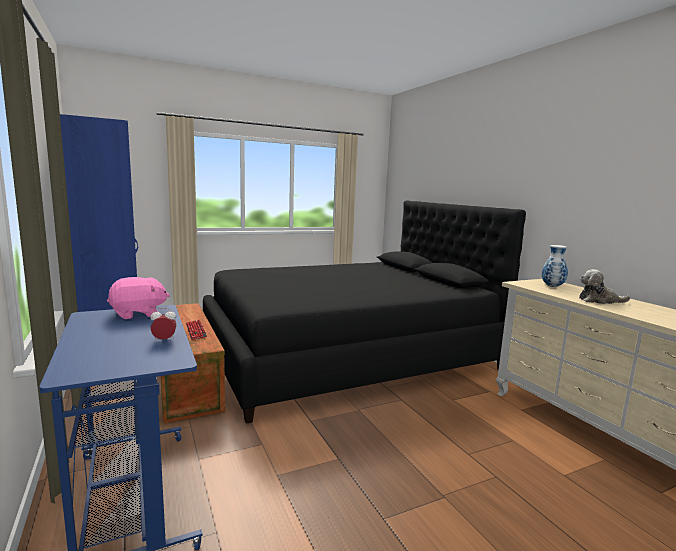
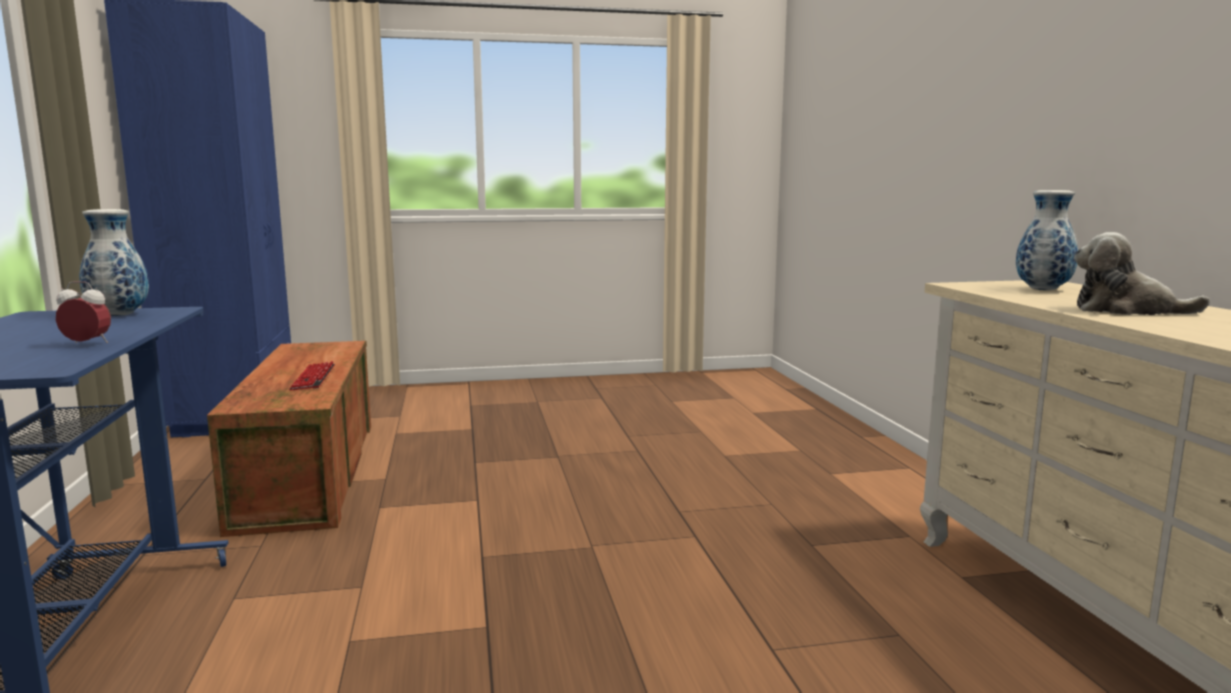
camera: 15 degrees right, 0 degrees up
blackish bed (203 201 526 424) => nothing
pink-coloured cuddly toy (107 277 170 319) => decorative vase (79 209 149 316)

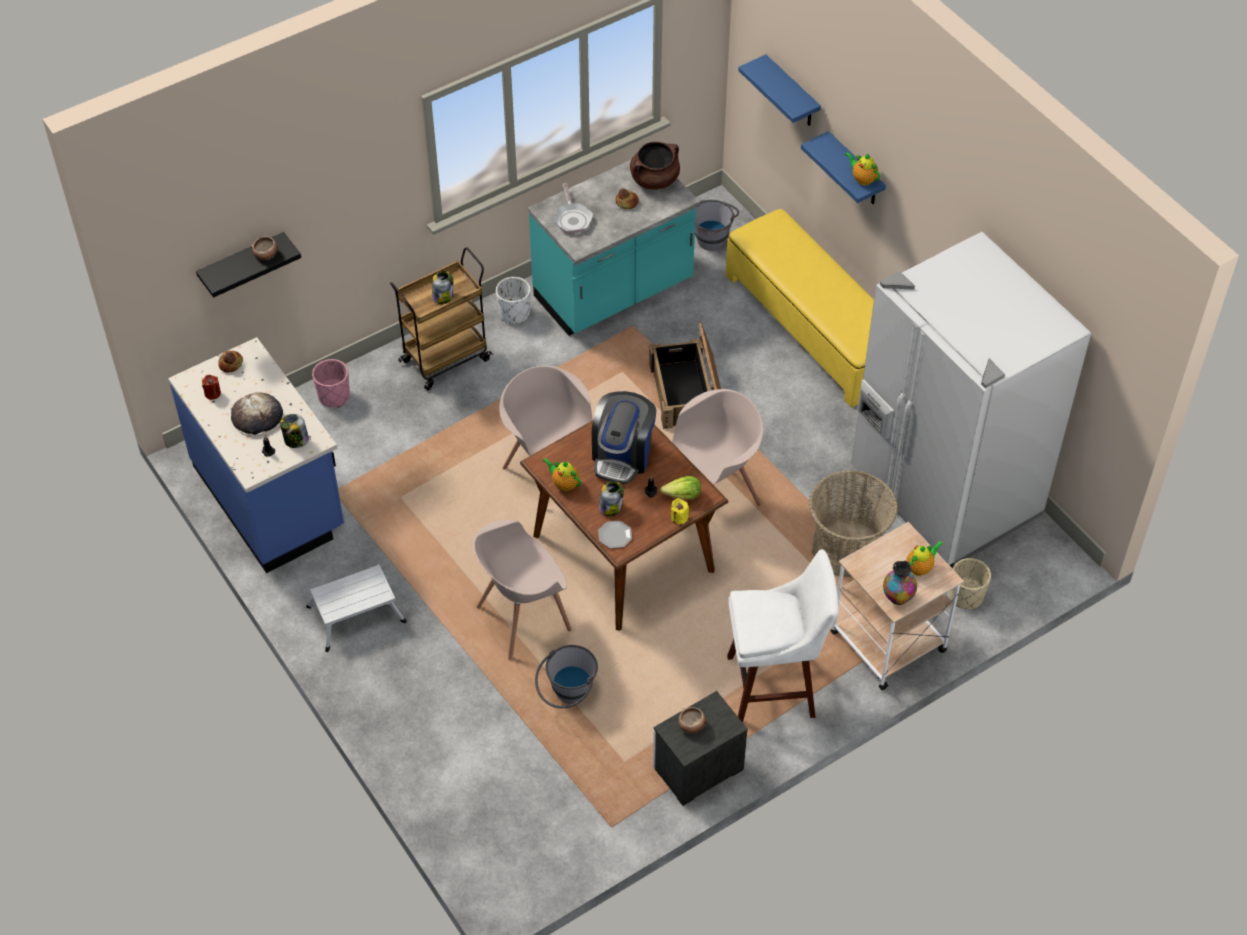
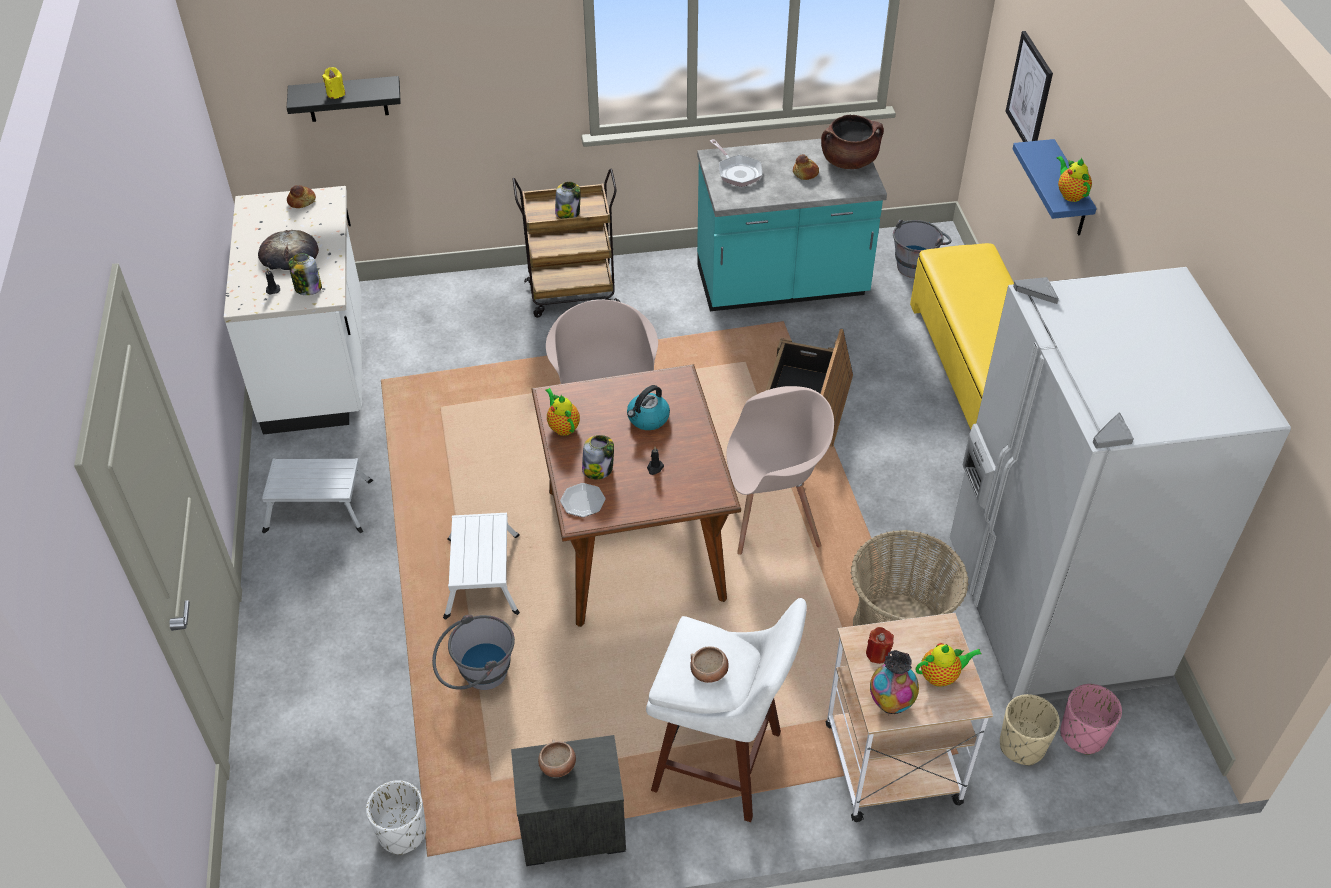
camera: 25 degrees right, 5 degrees down
lettuce (660 476 701 499) => nothing
reddish wax light (202 375 221 400) => reddish wax light (866 627 894 664), shifted
bowl (251 236 278 260) => bowl (690 647 729 683), shifted
pink-coloured planter (312 359 350 408) => pink-coloured planter (1060 684 1122 755), shifted
white-coloured planter (496 277 531 324) => white-coloured planter (366 780 426 855), shifted
yellowish wax light (671 498 689 525) => yellowish wax light (322 67 345 99), shifted
beige-coloured upright chair (473 520 572 660) => white-coloured step stool (443 513 520 620)
coffee machine (592 391 656 484) => kettle (627 385 670 430)
blue-coloured bracket shelf (738 55 821 126) => wall picture (1005 31 1053 142)
blue-coloured kitchen base unit (168 337 344 573) => white-coloured kitchen base unit (224 186 362 434)
frying pan (553 183 594 234) => frying pan (710 139 763 187), 45 degrees counterclockwise

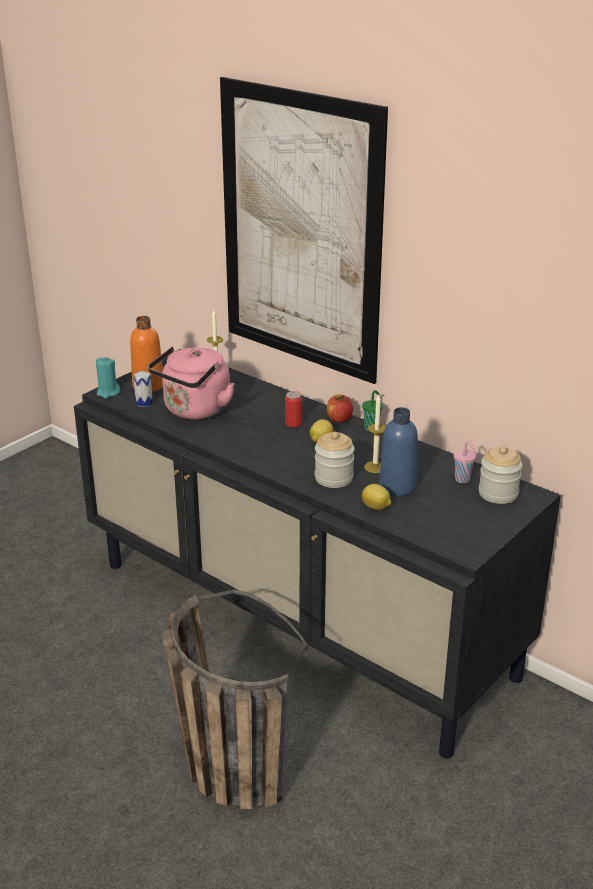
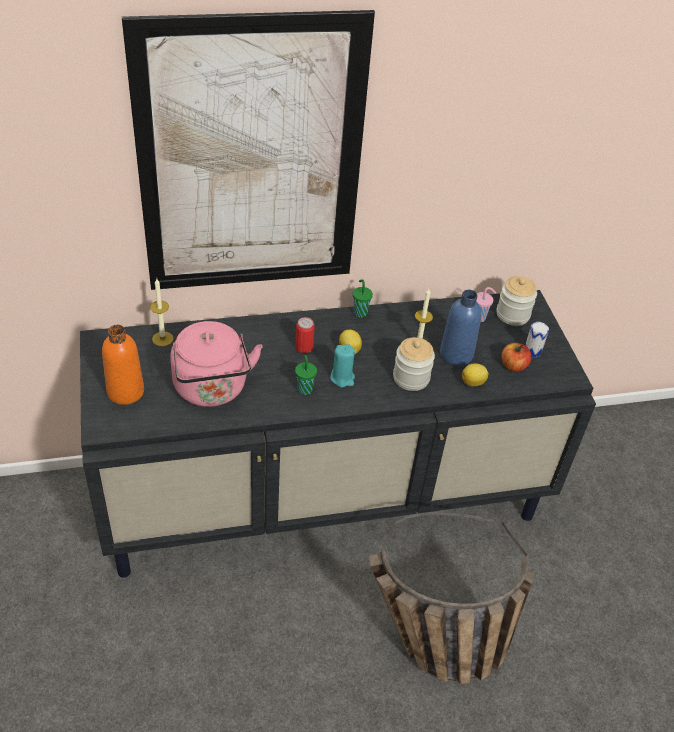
camera: 55 degrees left, 15 degrees up
nothing => green-coloured small cup (295 355 317 395)
blue-green wax light (96 357 121 398) => blue-green wax light (330 344 355 387), shifted
sealed can (133 371 153 407) => sealed can (525 322 549 357), shifted
whole apple (327 394 353 423) => whole apple (502 343 531 372), shifted

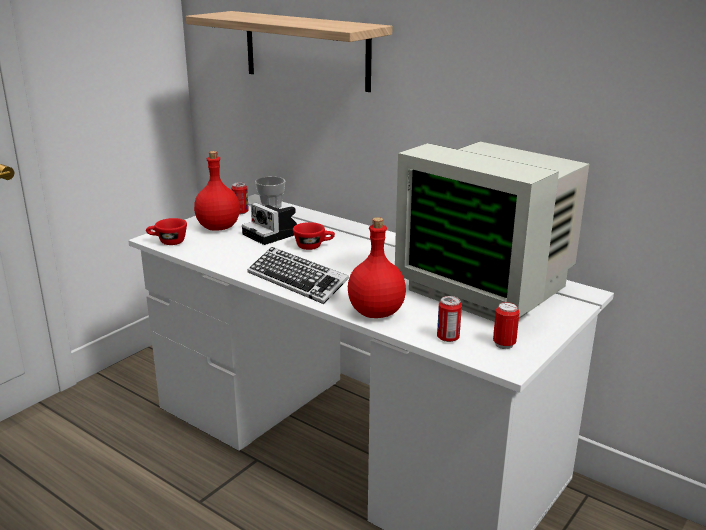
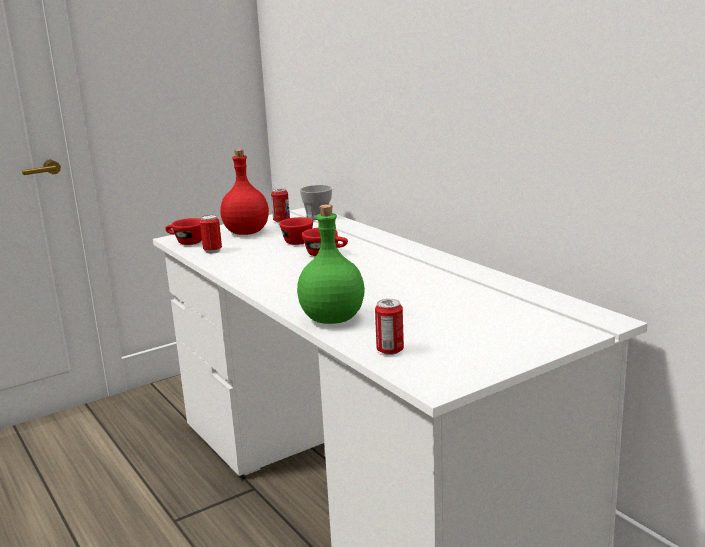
camera: 20 degrees right, 5 degrees down
bracket shelf (186 11 393 92) => nothing
PC keyboard (247 247 349 304) => nothing
computer screen (395 142 589 322) => nothing
sealed can (493 302 519 349) => sealed can (200 215 222 254), shifted
still camera (242 203 297 245) => reddish small cup (279 217 313 245)
reddish beverage bottle (348 217 406 318) => green-coloured beverage bottle (297 204 365 324)

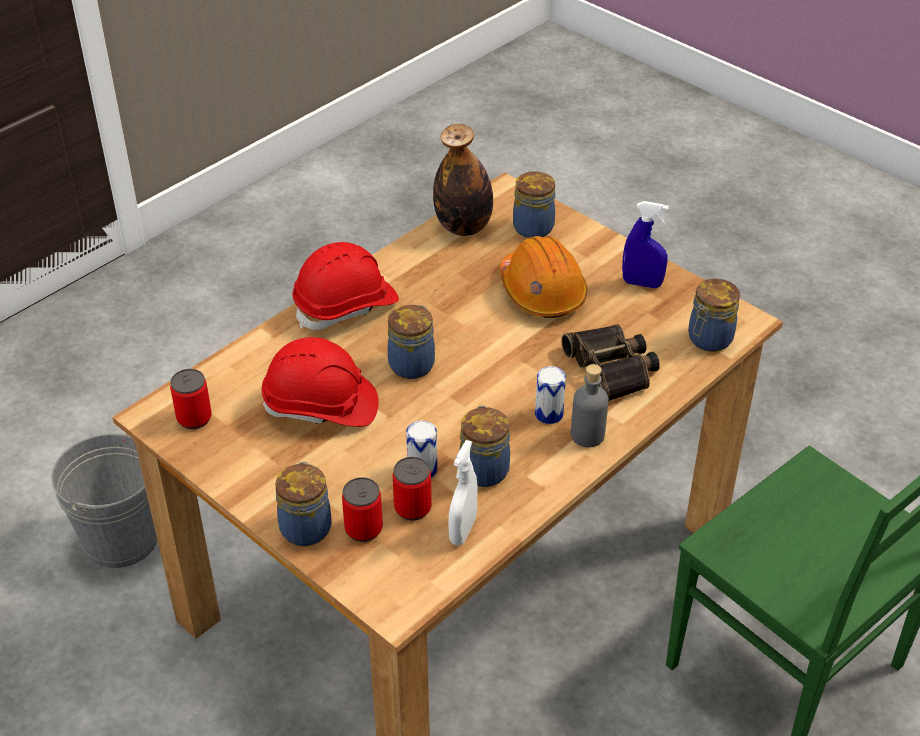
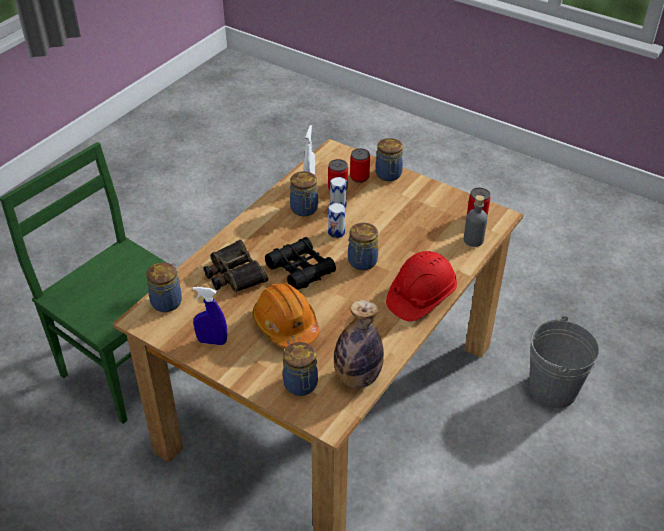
camera: 170 degrees right, 0 degrees up
reddish hard hat (262 337 379 427) => nothing
nothing => blackish pair of binoculars (265 237 336 290)
sealed can (535 366 566 424) => sealed can (328 203 345 238), shifted
greyish beverage bottle (571 364 609 447) => greyish beverage bottle (464 195 487 247), shifted

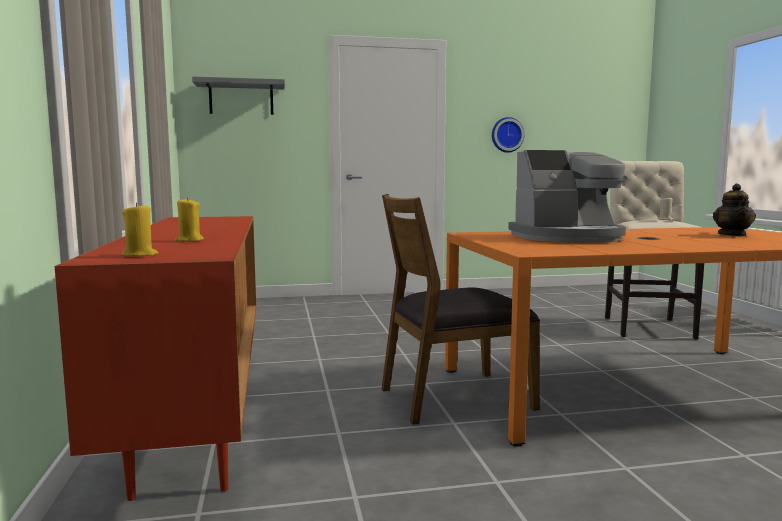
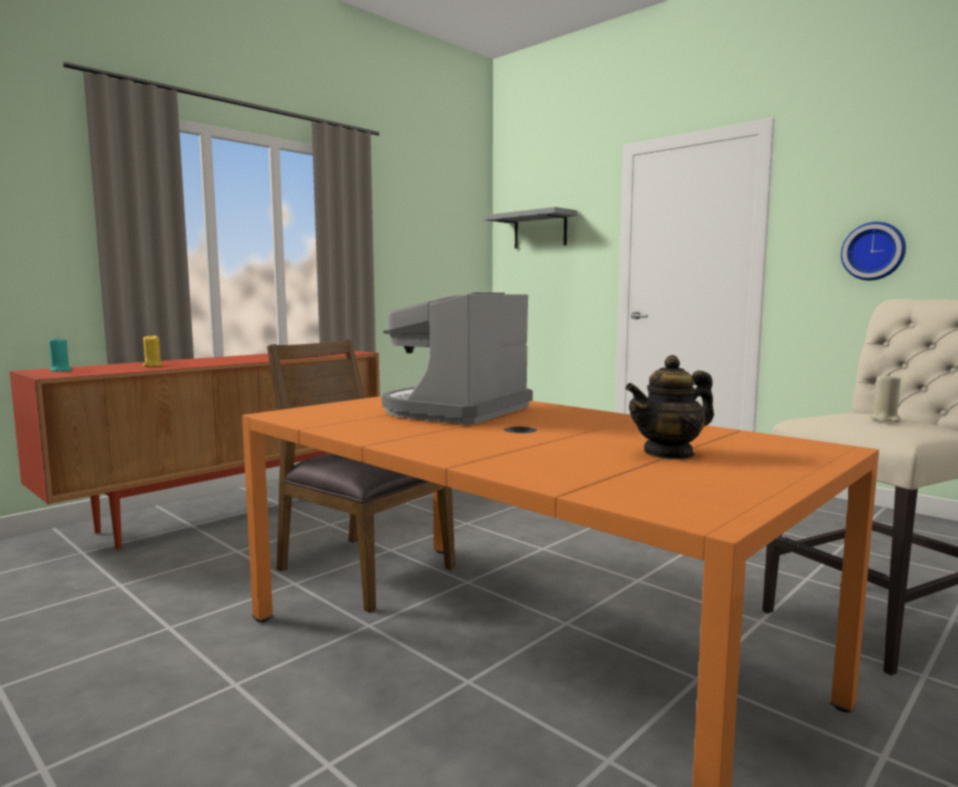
camera: 55 degrees right, 0 degrees up
yellowish wax light (122 203 158 257) => blue-green wax light (49 339 72 372)
coffee machine (508 150 627 243) => coffee machine (382 293 533 425), 75 degrees clockwise

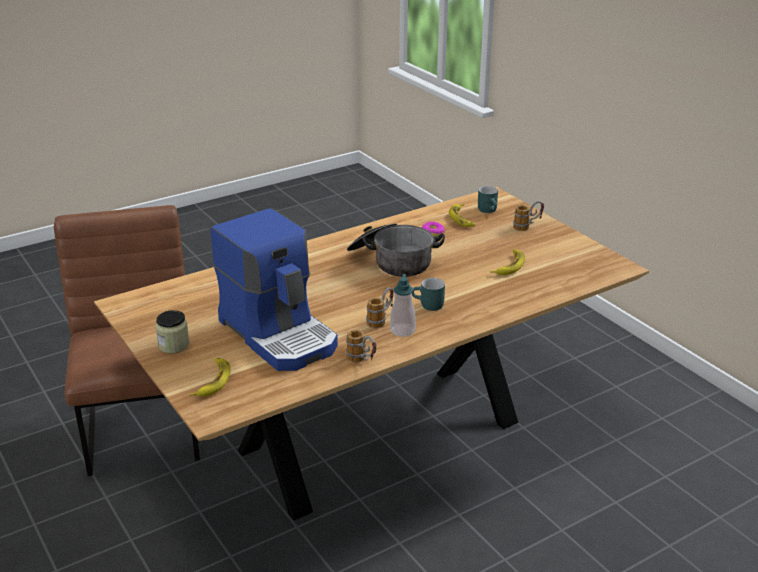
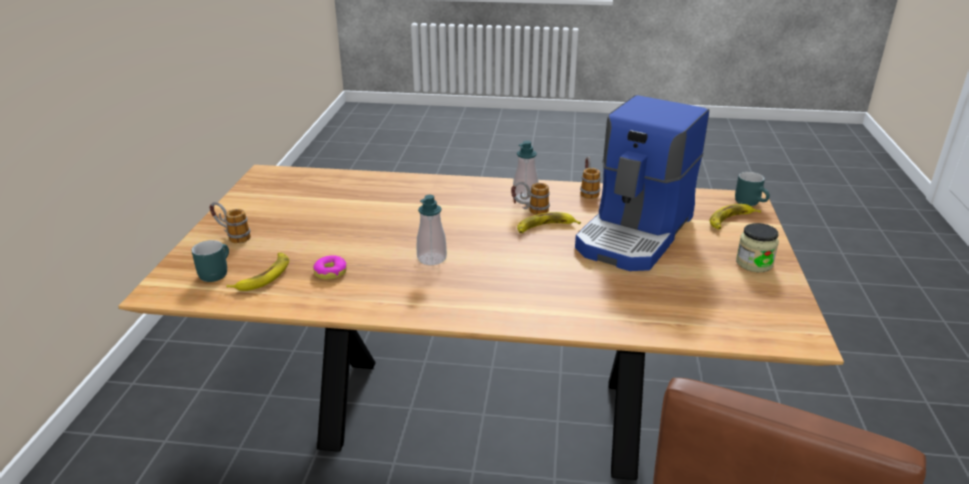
camera: 140 degrees left, 0 degrees up
blue-green mug (412 278 445 311) => blue-green mug (735 172 770 206), shifted
whole banana (490 249 525 275) => whole banana (517 212 581 233), shifted
cooking pot (347 223 445 277) => soap dispenser (417 195 447 265)
coffee machine (210 208 338 371) => coffee machine (575 95 709 271), 150 degrees counterclockwise

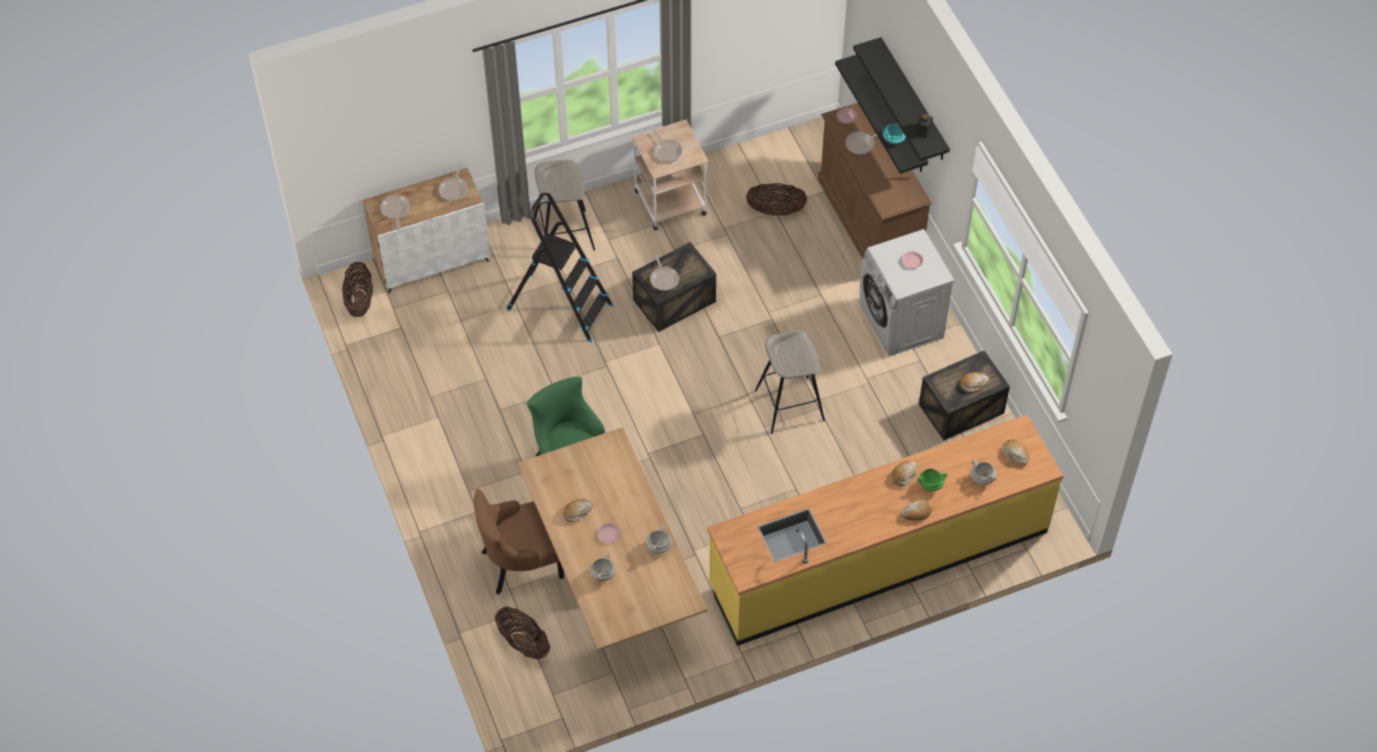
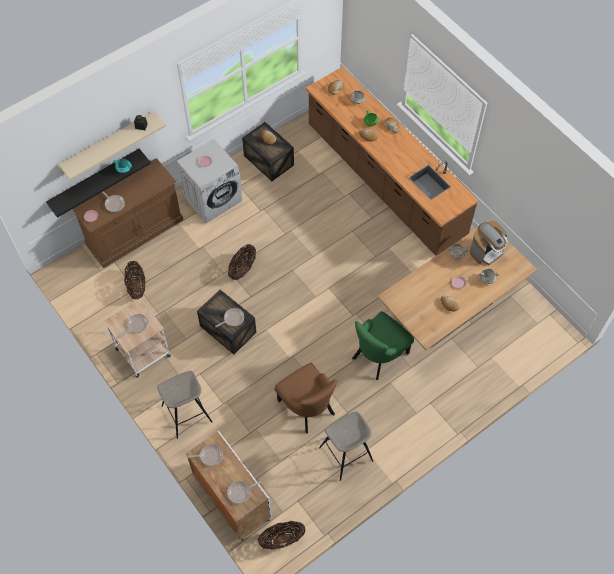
camera: 105 degrees left, 5 degrees up
blackish step stool (506 193 614 342) => nothing
nothing => coffee machine (470 221 508 265)
brown upright chair (474 489 564 594) => brown upright chair (274 363 338 433), shifted
basket (495 606 550 660) => basket (228 244 256 280), shifted
greyish sitting stool (755 331 825 434) => greyish sitting stool (319 412 373 481), shifted
yellowish kitchen base unit (707 414 1063 646) => brown kitchen base unit (306 67 479 256)
blackish bracket shelf (853 37 950 161) => beige-coloured bracket shelf (59 111 166 181)

